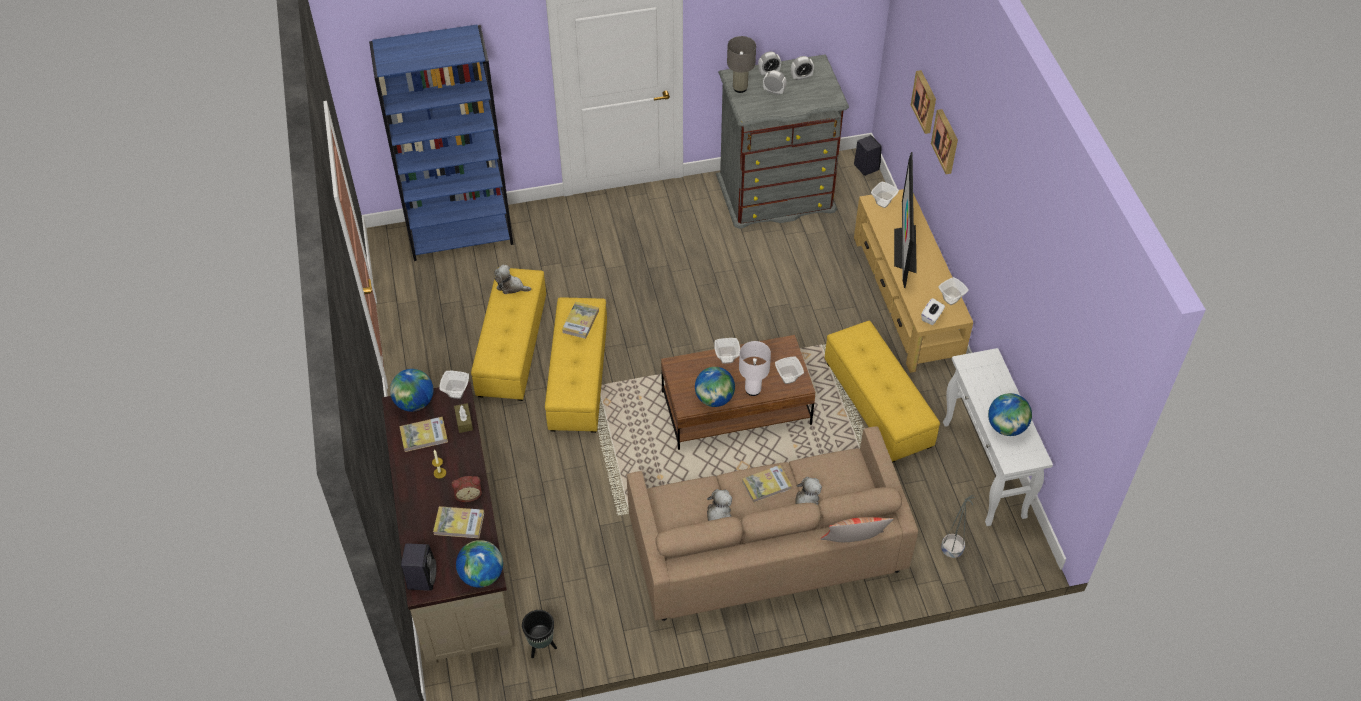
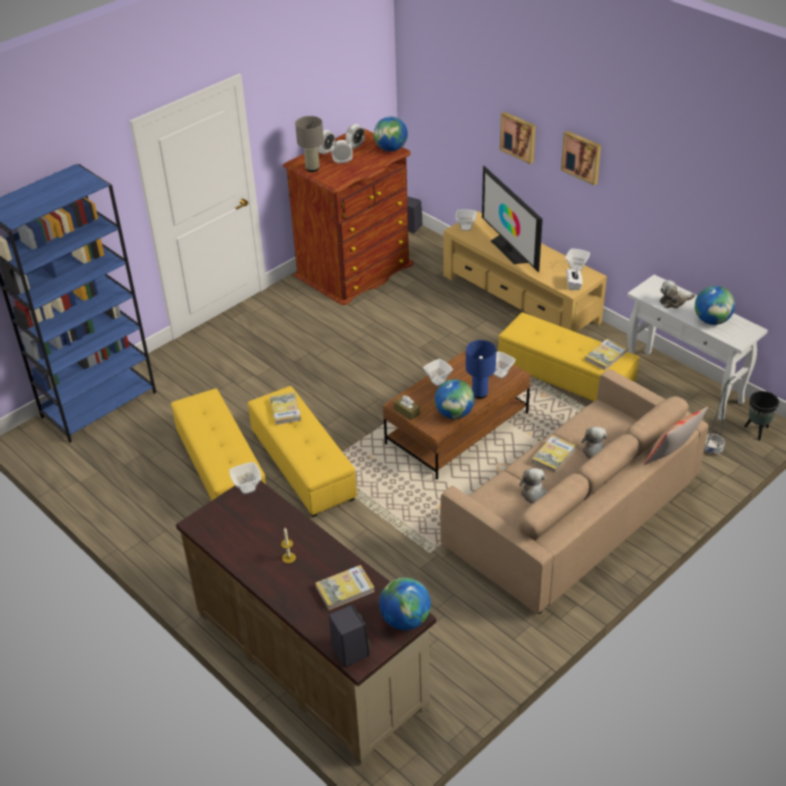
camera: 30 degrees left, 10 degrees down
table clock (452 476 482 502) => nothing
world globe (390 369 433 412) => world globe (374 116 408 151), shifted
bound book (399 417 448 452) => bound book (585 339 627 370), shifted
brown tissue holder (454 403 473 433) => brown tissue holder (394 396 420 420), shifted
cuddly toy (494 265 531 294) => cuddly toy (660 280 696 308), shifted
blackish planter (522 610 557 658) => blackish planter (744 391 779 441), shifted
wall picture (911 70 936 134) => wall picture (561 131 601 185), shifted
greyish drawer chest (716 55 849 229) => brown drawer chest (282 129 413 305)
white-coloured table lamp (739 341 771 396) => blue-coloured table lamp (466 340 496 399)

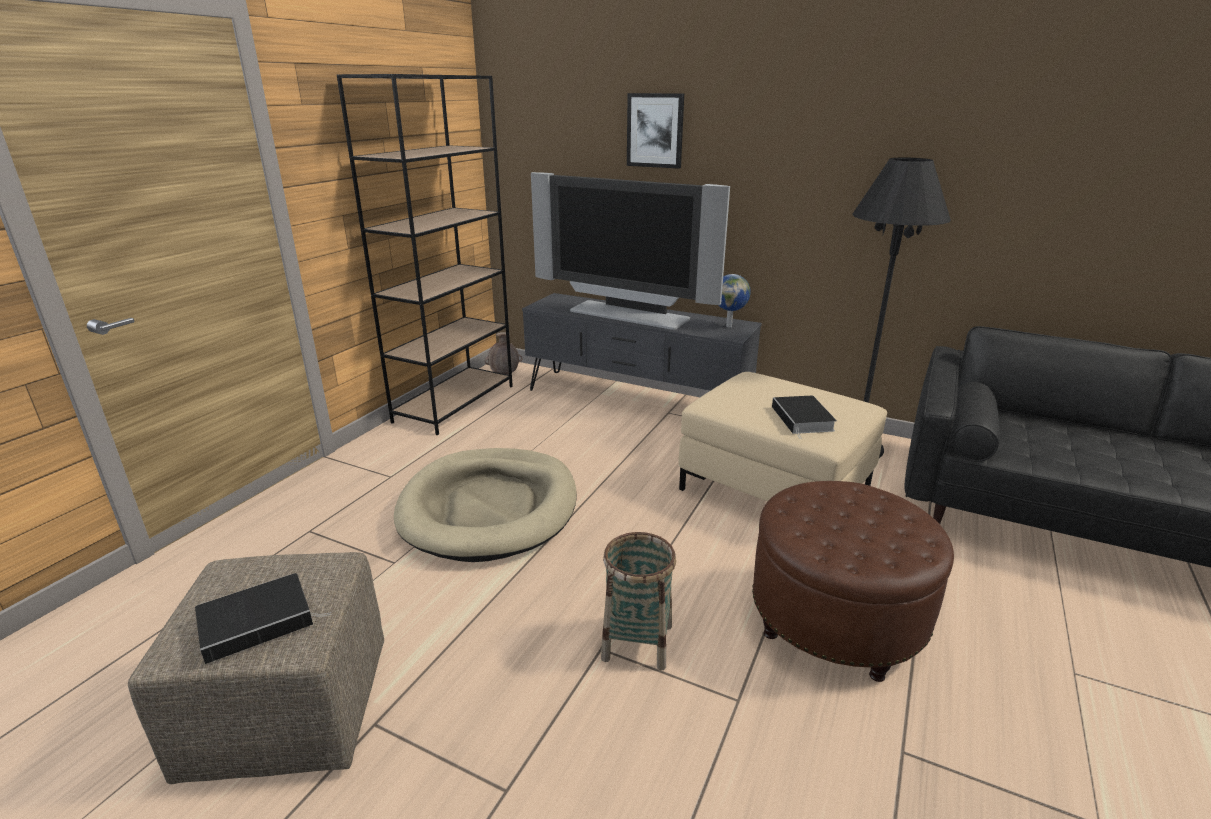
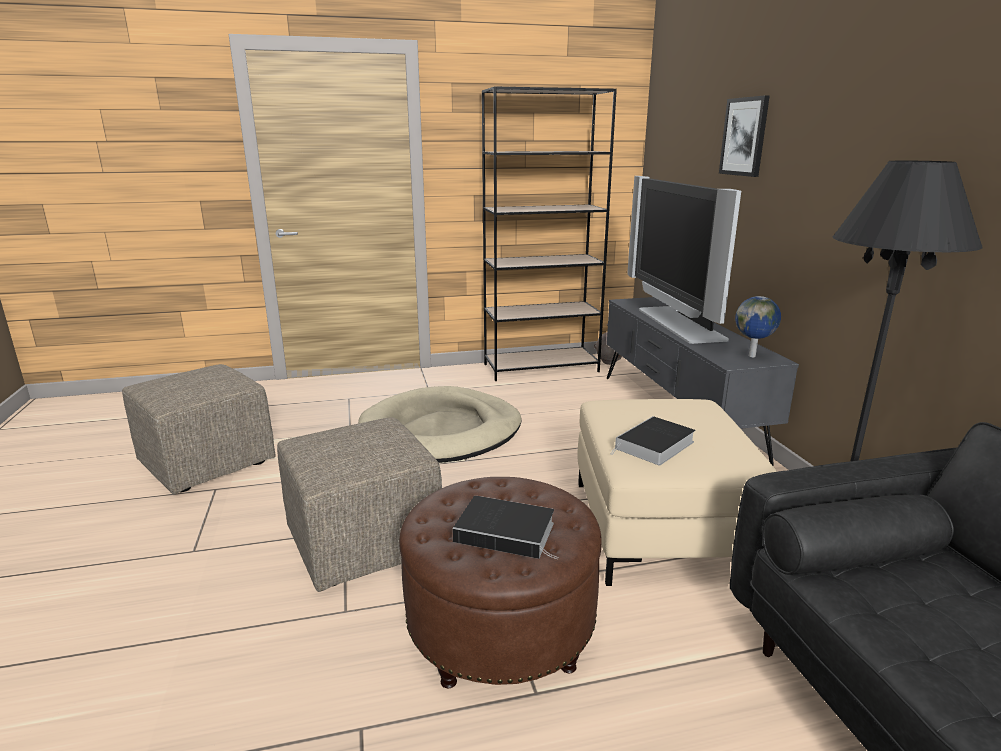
camera: 50 degrees right, 5 degrees down
bound book (195 573 331 664) => bound book (453 496 559 559), shifted
basket (601 532 676 671) => beige-coloured footrest (277 417 442 592)

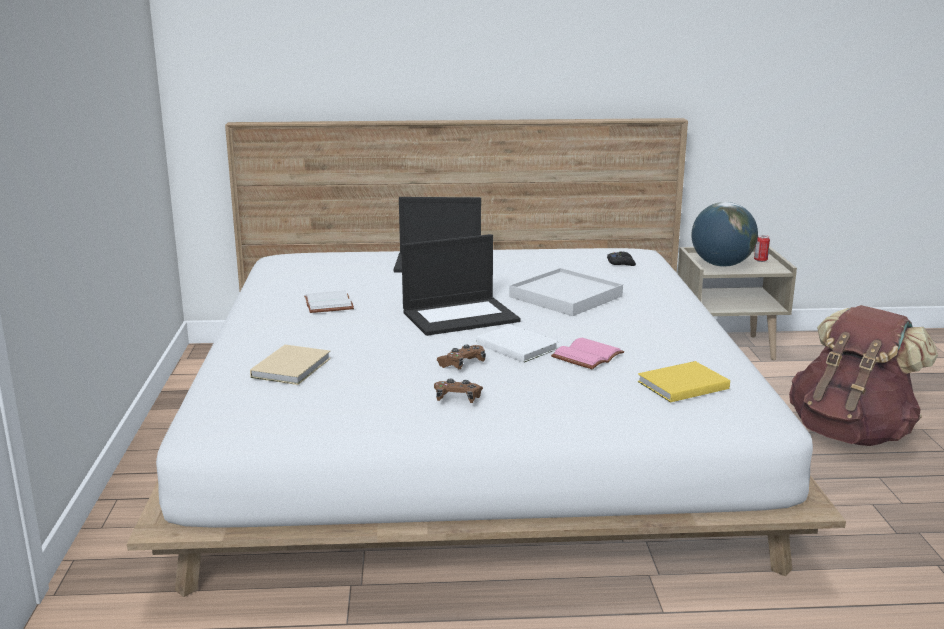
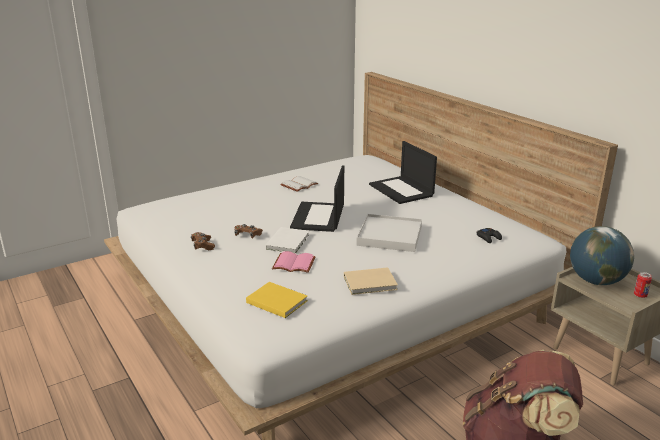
camera: 60 degrees right, 5 degrees up
beige-coloured bound book (250 345 331 385) => beige-coloured bound book (344 267 398 295), shifted
portable computer (401 234 521 336) => portable computer (290 165 344 232), 60 degrees clockwise

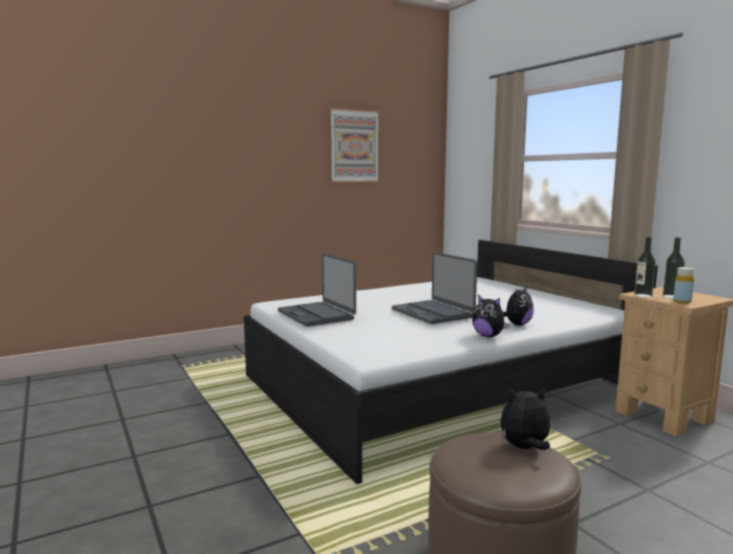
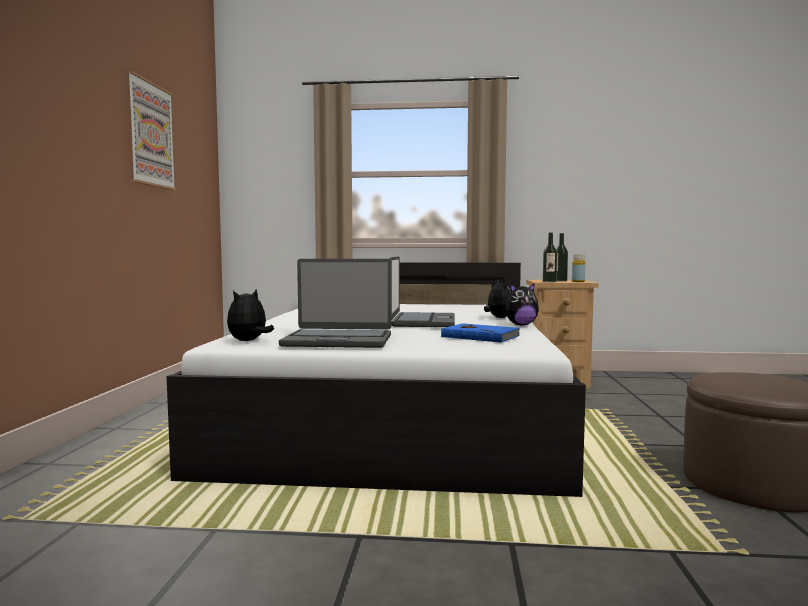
camera: 55 degrees left, 5 degrees down
nothing => blue-coloured bound book (441 323 521 343)
cuddly toy (500 387 550 450) => cuddly toy (227 289 274 341), shifted
portable computer (392 252 477 324) => portable computer (389 256 455 327), 90 degrees counterclockwise

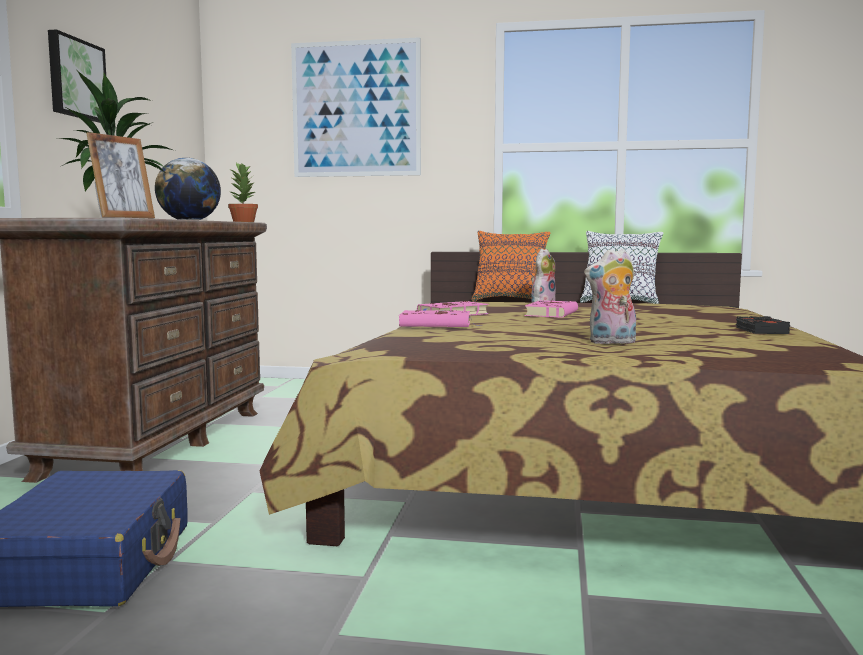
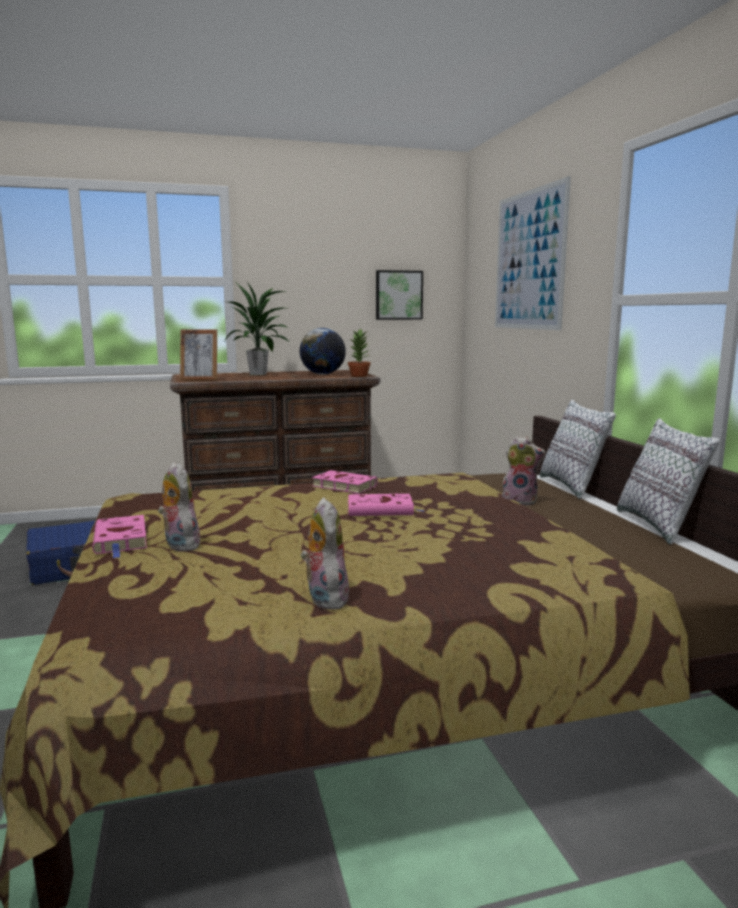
camera: 65 degrees right, 5 degrees up
wall picture (48 29 106 123) => wall picture (376 270 423 320), shifted
pink-coloured bound book (399 310 483 327) => pink-coloured bound book (92 515 147 558), shifted
blackish bound book (736 316 790 334) => cuddly toy (301 497 349 610)
orange-coloured cushion (472 231 550 301) => white-coloured cushion (540 400 616 499)

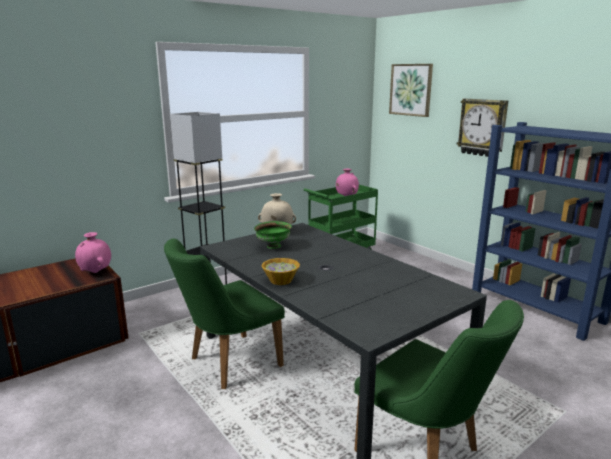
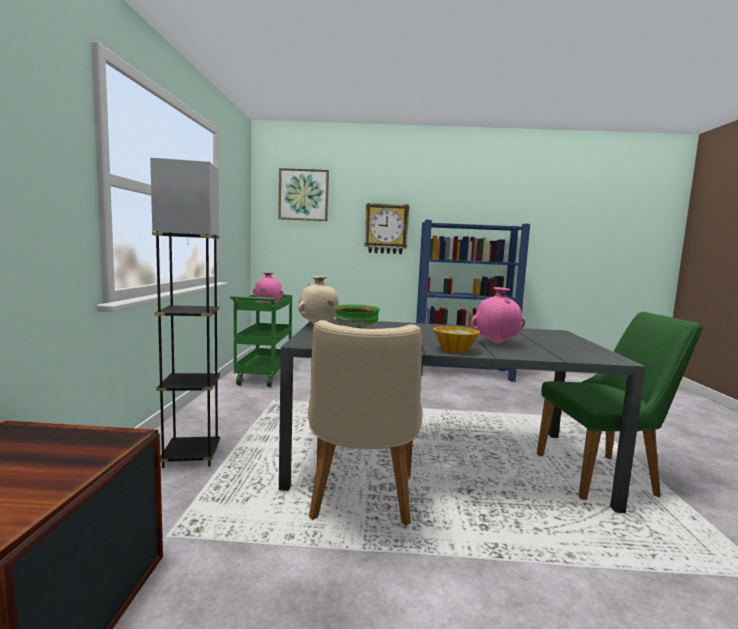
camera: 50 degrees left, 10 degrees down
pink-coloured decorative vase (75 232 111 273) => pink-coloured decorative vase (471 287 525 344), shifted
green-coloured upright chair (164 239 285 389) => beige-coloured upright chair (308 320 423 526)

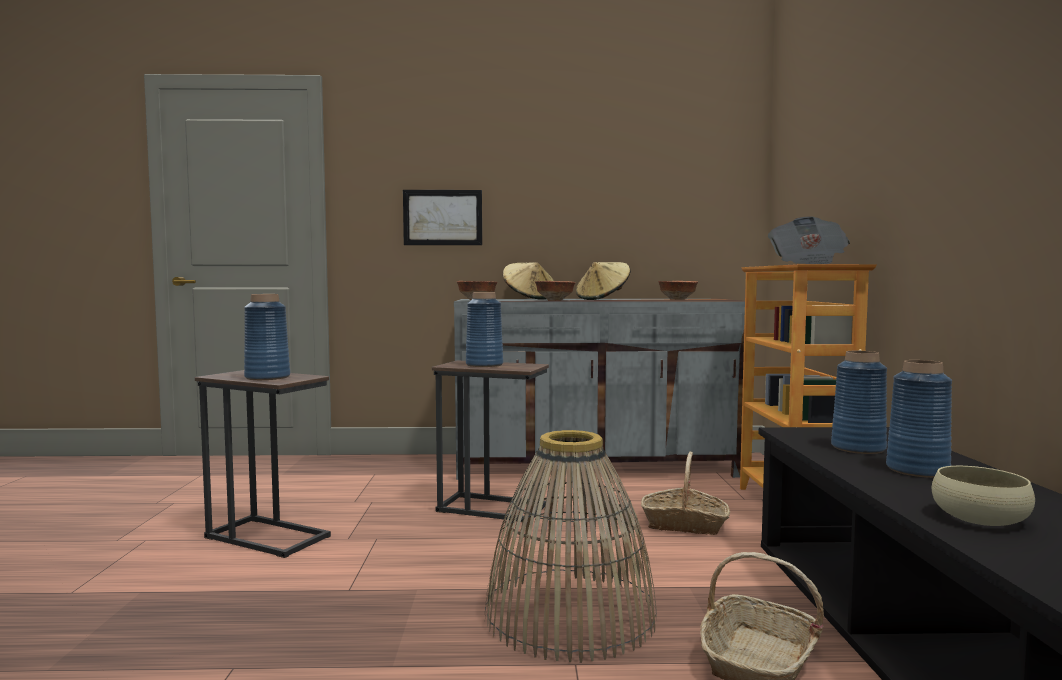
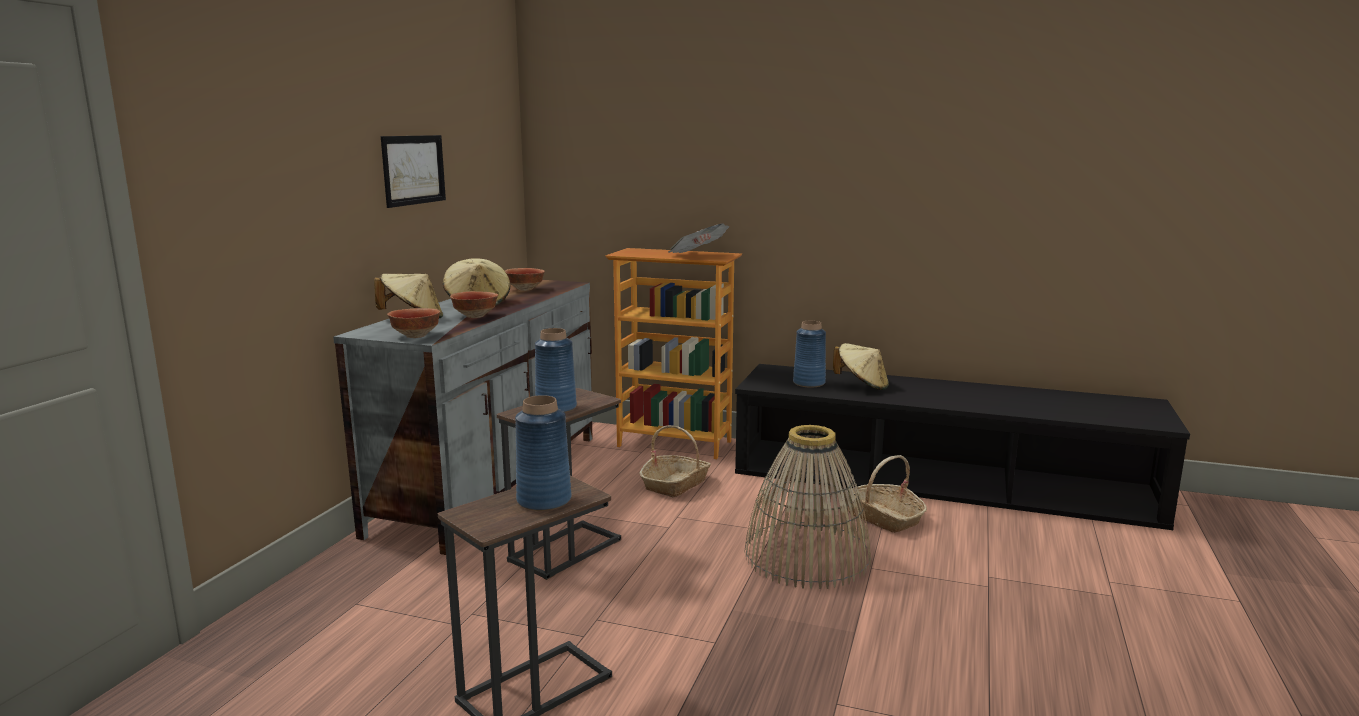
camera: 70 degrees left, 10 degrees up
beige-coloured bowl (932 466 1035 526) => nothing
wall picture (403 190 482 245) => wall picture (381 135 446 208), shifted
blue-coloured decorative vase (886 360 952 478) => beige-coloured wearable hat (833 343 889 390)

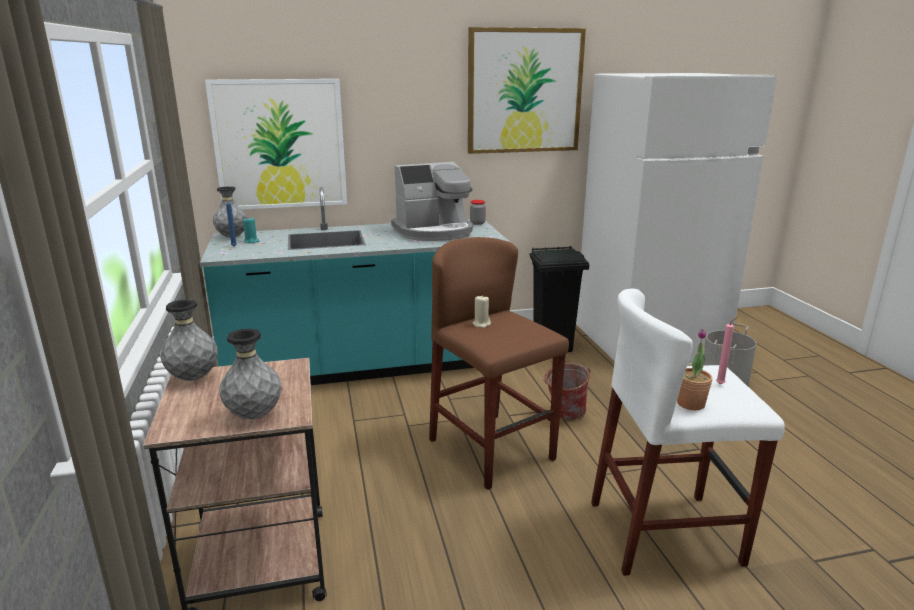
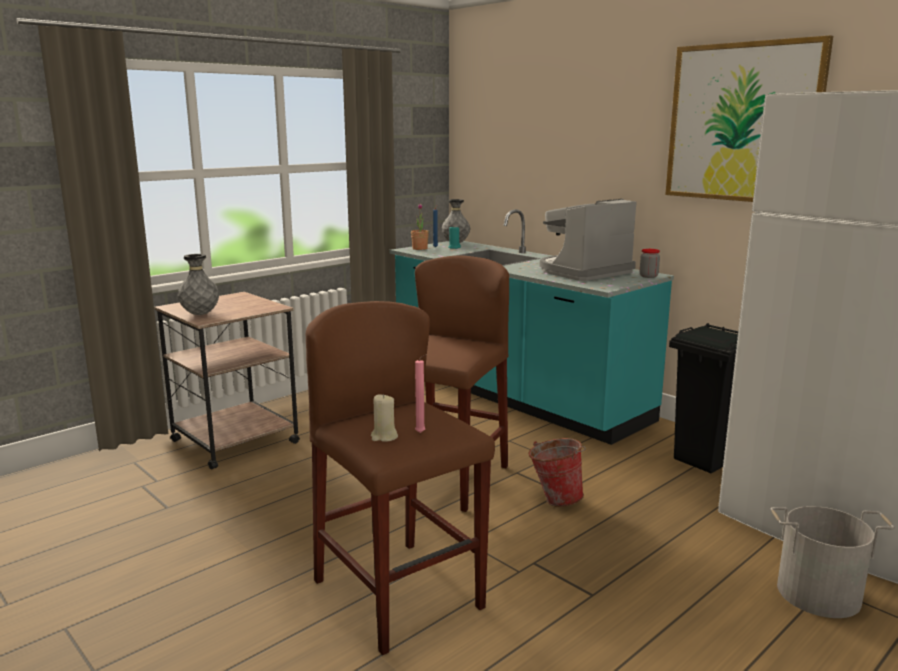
camera: 60 degrees right, 5 degrees down
greyish decorative vase (160 299 218 381) => nothing
wall picture (205 79 347 209) => nothing
beige-coloured wax light (473 295 491 328) => beige-coloured wax light (371 394 398 442), shifted
houseplant (677 329 712 410) => houseplant (411 204 429 250), shifted
white-coloured sitting stool (591 288 785 576) => brown sitting stool (306 301 495 655)
coffee machine (391 162 473 241) => coffee machine (540 199 637 281), 105 degrees clockwise

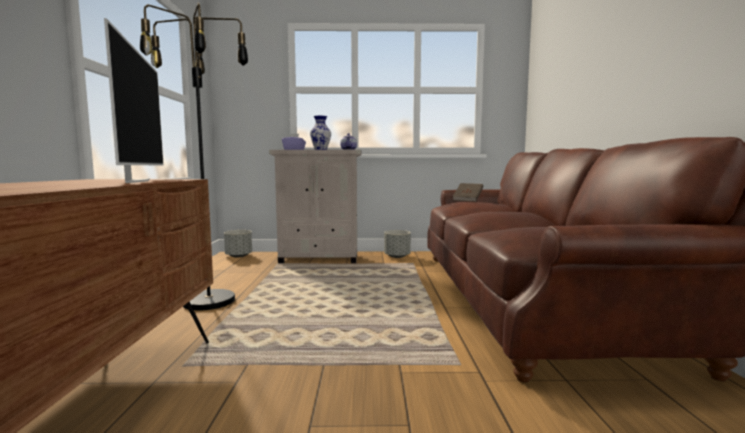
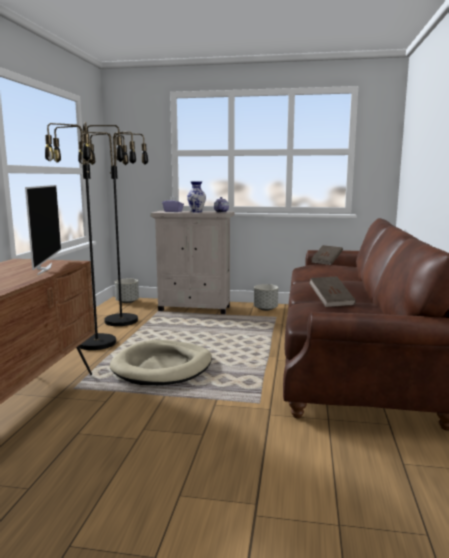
camera: 10 degrees right, 5 degrees up
nothing => standing lamp (78 131 148 326)
nothing => beige-coloured pet bed (110 340 212 385)
nothing => brown bound book (309 277 356 307)

